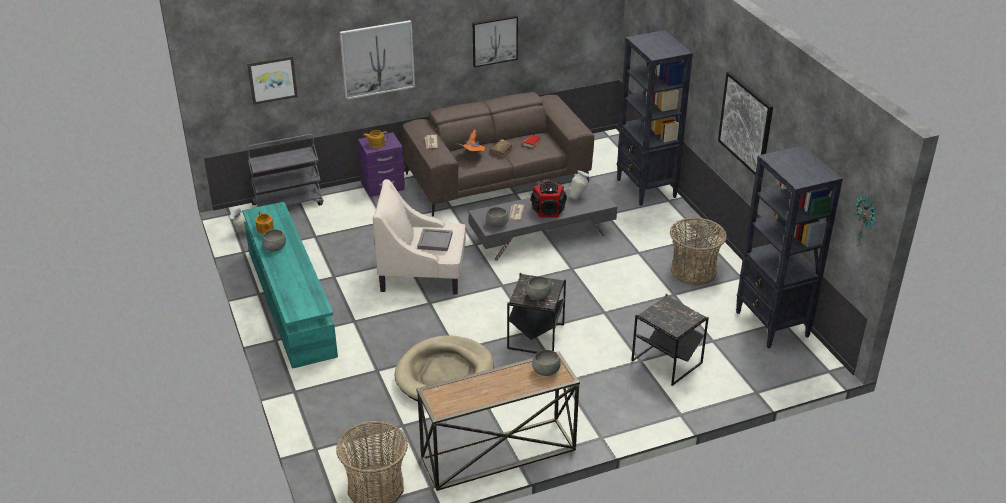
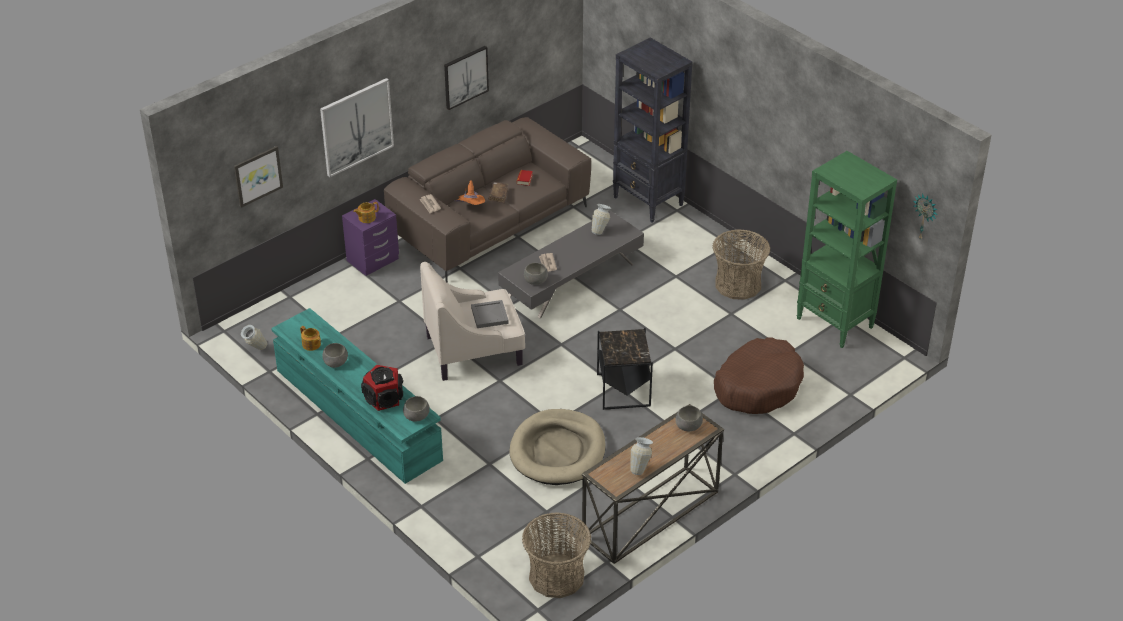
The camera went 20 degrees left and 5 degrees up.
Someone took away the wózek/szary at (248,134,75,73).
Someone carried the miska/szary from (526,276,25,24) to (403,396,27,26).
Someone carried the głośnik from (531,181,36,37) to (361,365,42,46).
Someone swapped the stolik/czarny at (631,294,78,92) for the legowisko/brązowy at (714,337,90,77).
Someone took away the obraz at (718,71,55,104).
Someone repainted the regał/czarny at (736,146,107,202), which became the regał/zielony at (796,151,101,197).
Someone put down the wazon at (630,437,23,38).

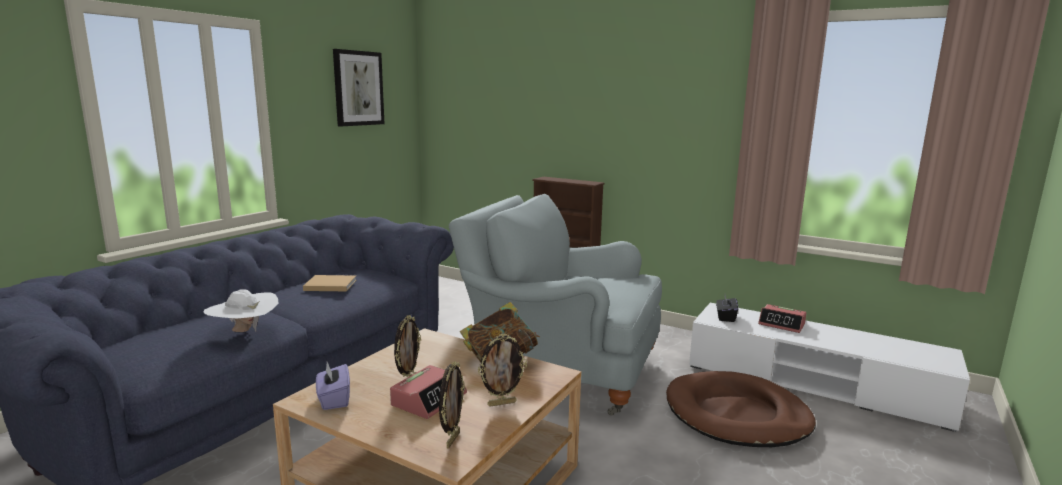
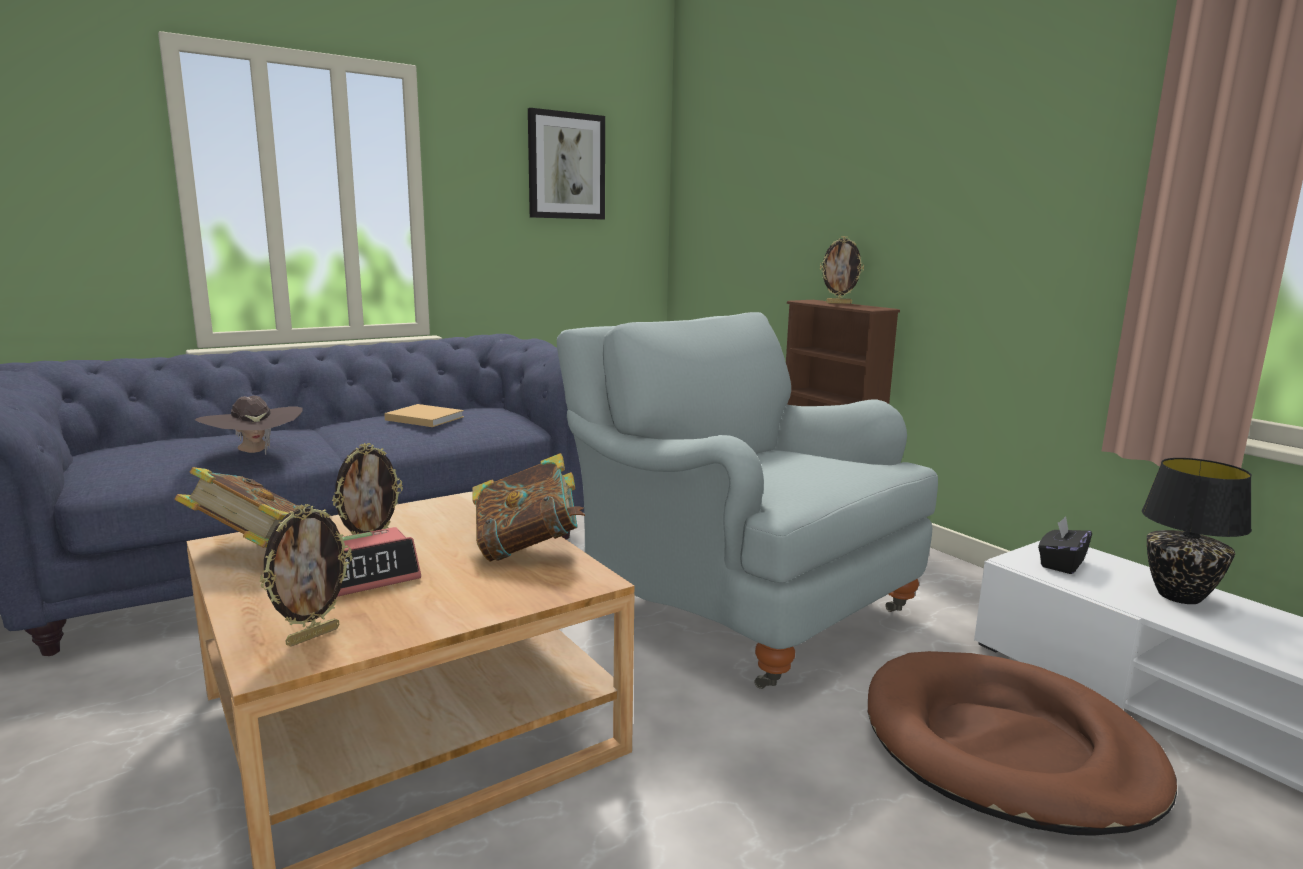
The camera went 25 degrees right and 0 degrees up.
Someone repainted the kapelusz/biały at (203,289,76,43), which became the kapelusz/brązowy at (195,396,108,59).
Someone swapped the pudełko chusteczek/fioletowy at (316,362,34,48) for the książka at (175,467,130,81).
Someone carried the ramka na zdjęcie from (478,334,49,73) to (820,236,44,68).
Someone swapped the budzik at (758,304,49,29) for the lampa stołowa/czarny at (1142,458,110,146).

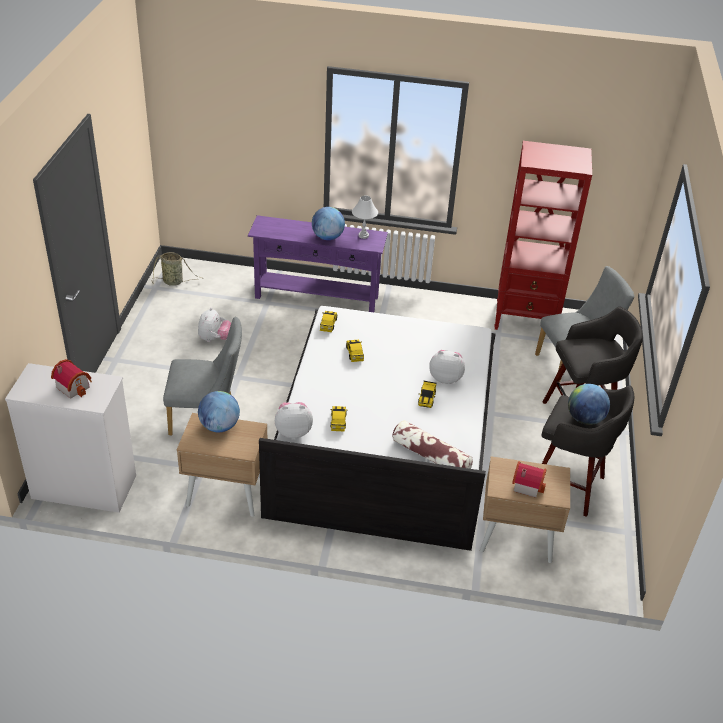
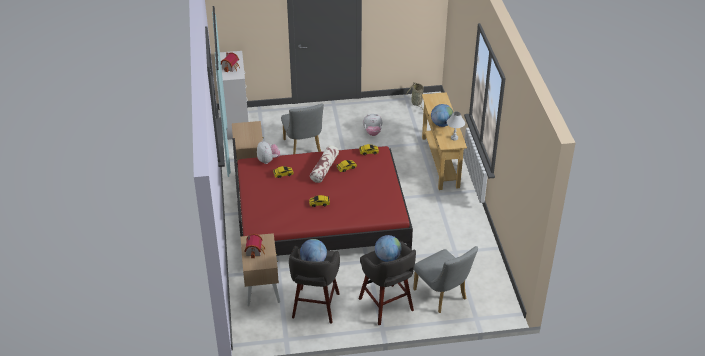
The camera went 75 degrees right and 0 degrees up.
Someone carried the globus from (198,391,42,41) to (375,235,27,27).
Someone repainted the stolik konsolowy/fioletowy at (248,215,140,97), which became the stolik konsolowy/beżowy at (422,92,45,98).
Someone repainted the łóżko/biały at (259,306,236,245), which became the łóżko/czerwony at (233,138,180,118).
Someone carried the poduszka from (392,420,81,49) to (310,145,29,38).
Someone took away the pluszak at (429,350,36,34).
Someone took away the regał/czerwony at (494,141,98,189).

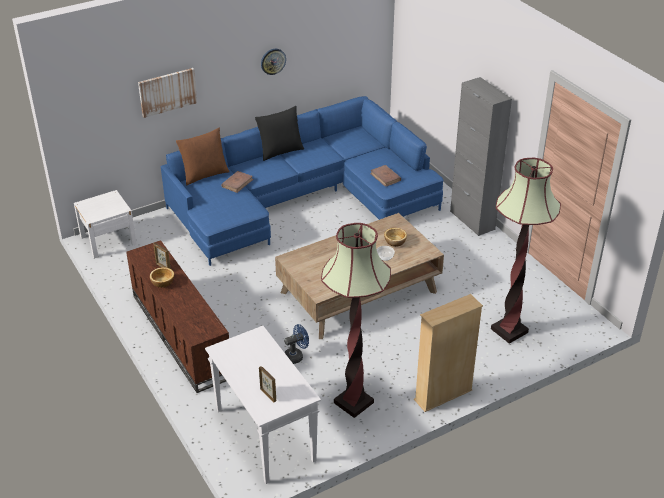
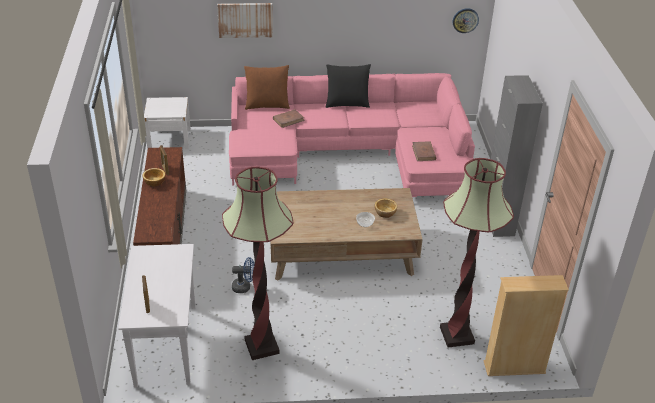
The camera went 25 degrees right and 0 degrees up.
Someone repainted the kanapa/niebieski at (161,96,282,170), which became the kanapa/różowy at (229,73,246,124).
Someone carried the zegar ścienny from (261,49,25,26) to (453,8,26,25).
Someone carried the regał/beżowy from (414,294,69,118) to (484,275,85,101).

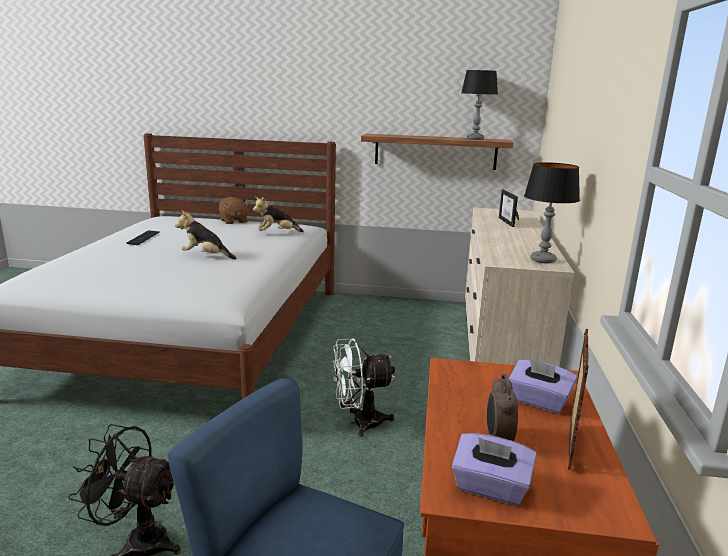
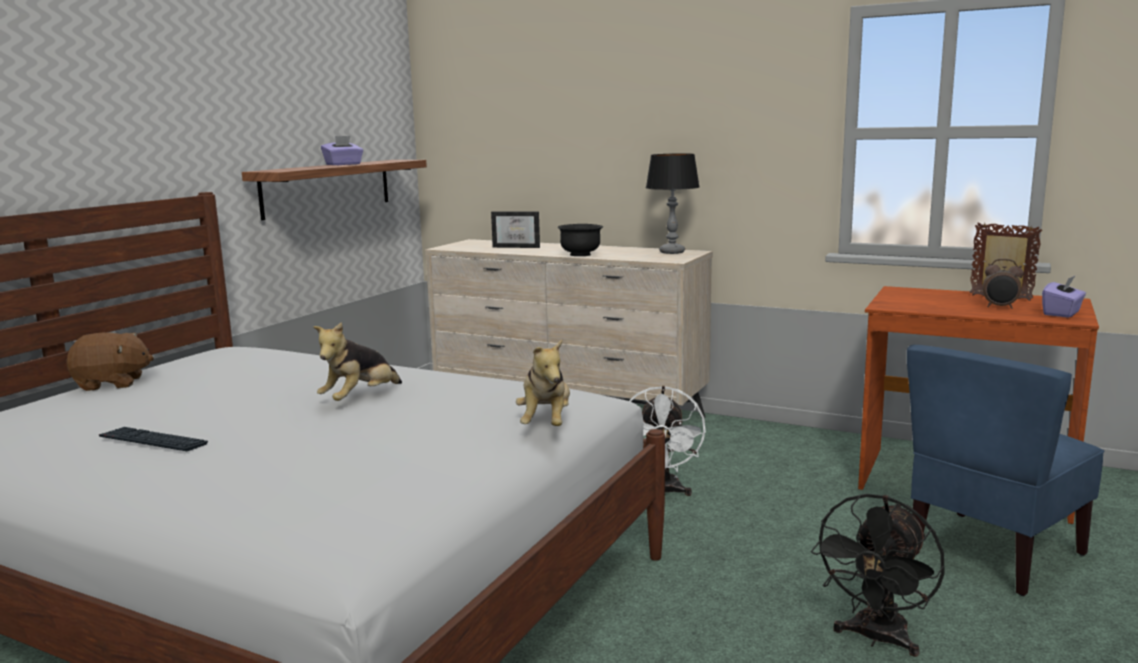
The camera went 70 degrees left and 5 degrees down.
Someone carried the pluszak from (253,197,51,35) to (516,340,54,86).
Someone took away the lampa stołowa at (461,70,37,70).
Someone carried the pudełko chusteczek/fioletowy from (509,359,68,54) to (321,136,42,29).
Someone put down the miska/czarny at (557,224,46,32).

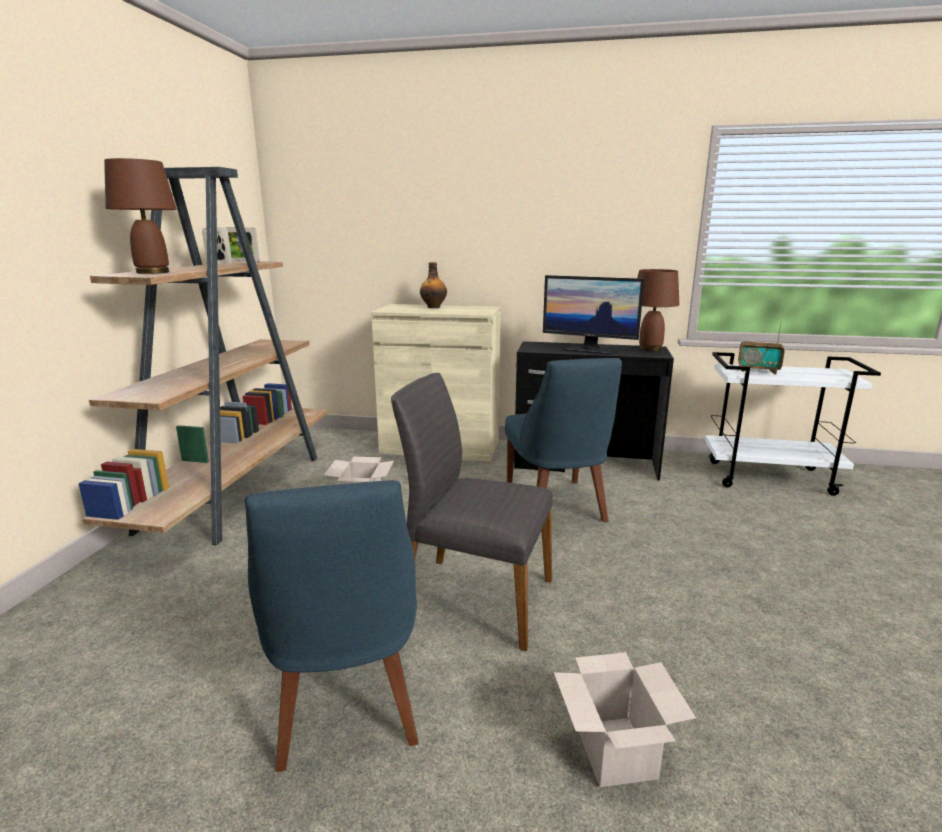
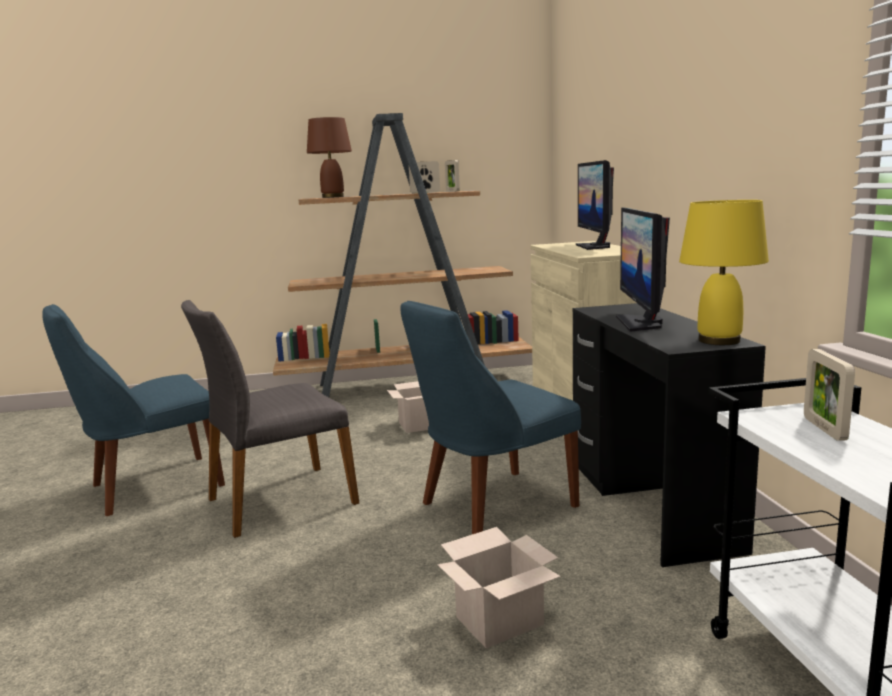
The camera went 70 degrees right and 5 degrees down.
Someone rotated the krzesło/szary at (391,373,162,278) by 120 degrees counterclockwise.
Someone swapped the butelka at (420,262,27,46) for the monitor at (576,160,38,90).
Someone carried the karton from (554,652,142,135) to (437,527,124,122).
Someone repainted the lampa stołowa/brązowy at (637,269,42,82), which became the lampa stołowa/żółty at (679,200,90,145).
Someone swapped the radio at (738,322,47,53) for the ramka na zdjęcie at (804,349,51,92).

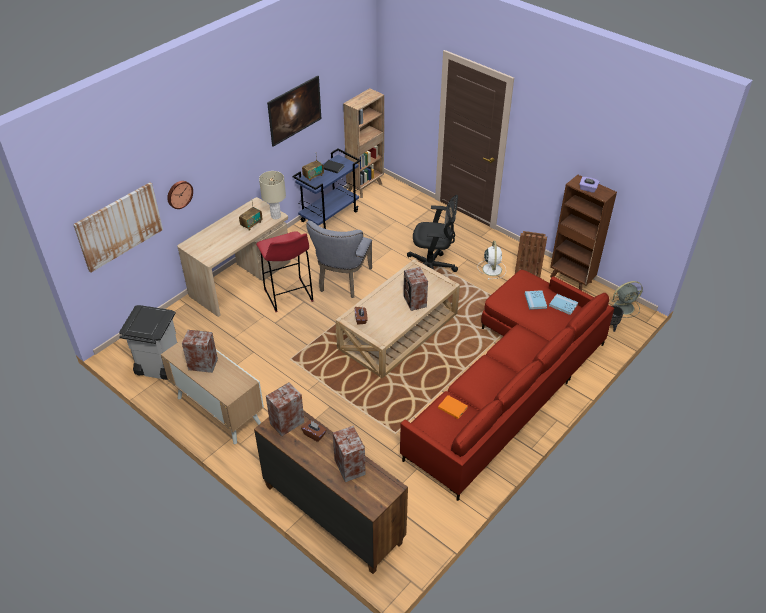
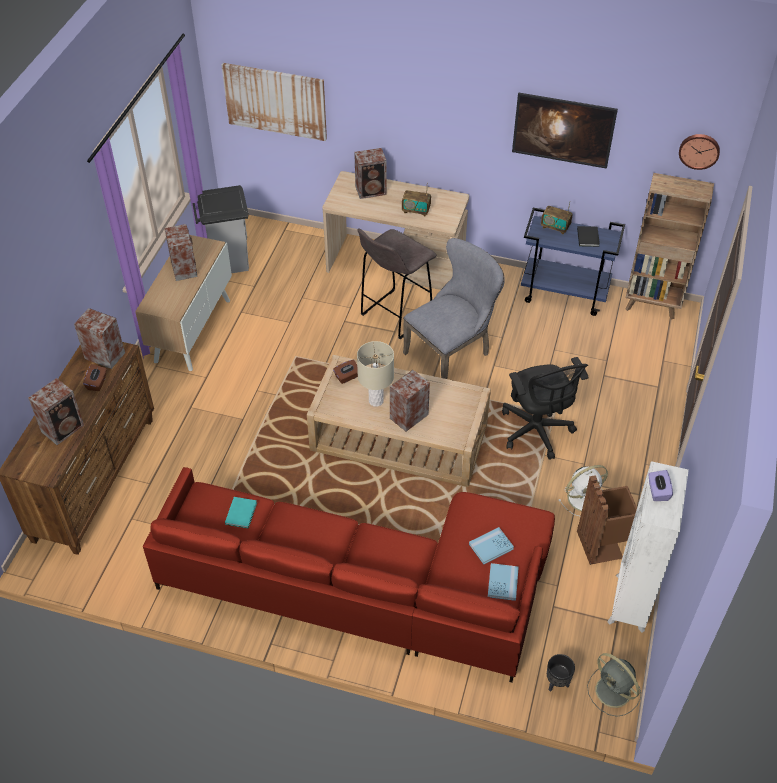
The camera went 65 degrees right and 5 degrees up.
Someone carried the zegar ścienny from (167,181,26,28) to (679,134,41,36).
Someone repainted the stołek/czerwony at (256,231,57,81), which became the stołek/szary at (357,229,80,110).
Someone carried the lampa stołowa/beżowy from (259,171,27,48) to (357,341,37,66).
Someone rotated the krzesło/szary at (306,221,66,77) by 150 degrees clockwise.
Someone repainted the książka/pomarańczowy at (438,395,30,24), which became the książka/turkusowy at (225,497,32,32).
Someone repainted the regał/brązowy at (550,175,67,116), which became the regał/biały at (607,461,82,172).
Someone put down the głośnik at (354,148,33,51).

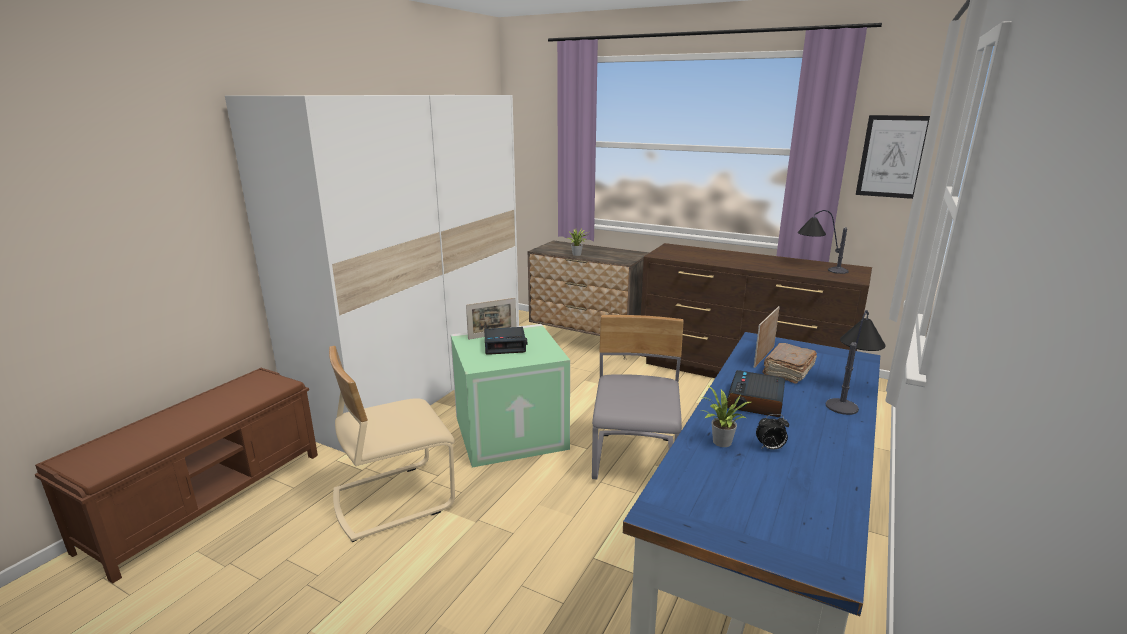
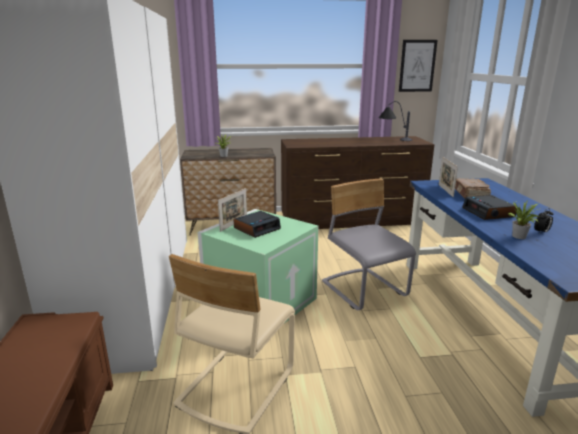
The camera went 35 degrees left and 0 degrees up.
Someone took away the lampa stołowa at (826,310,59,105).

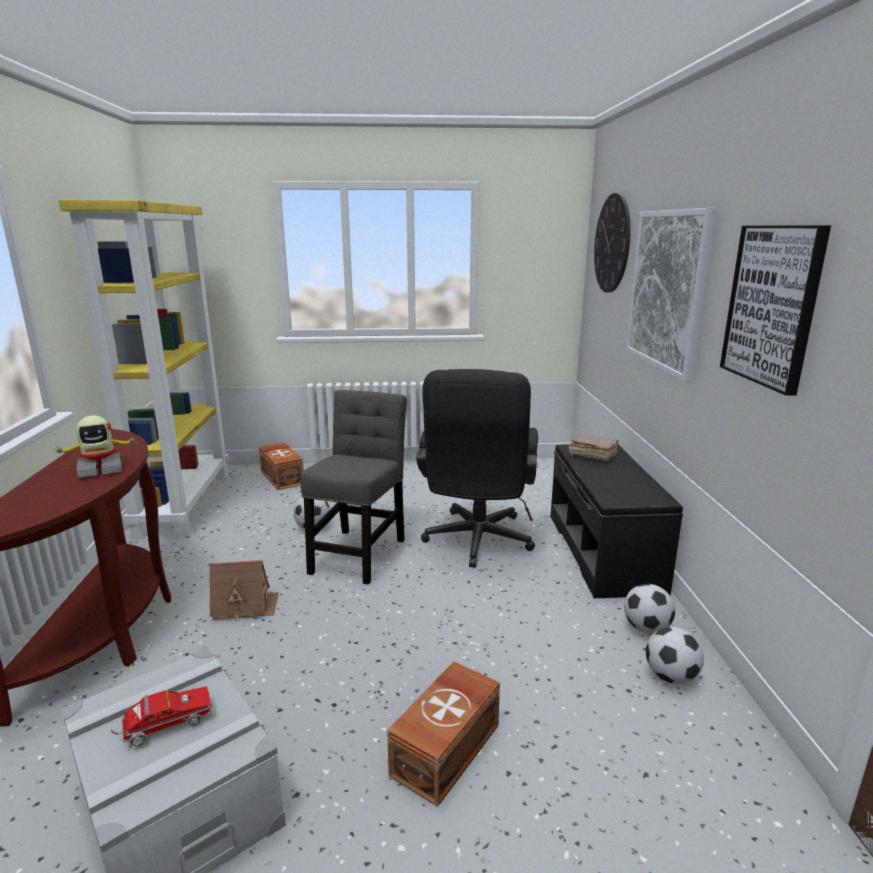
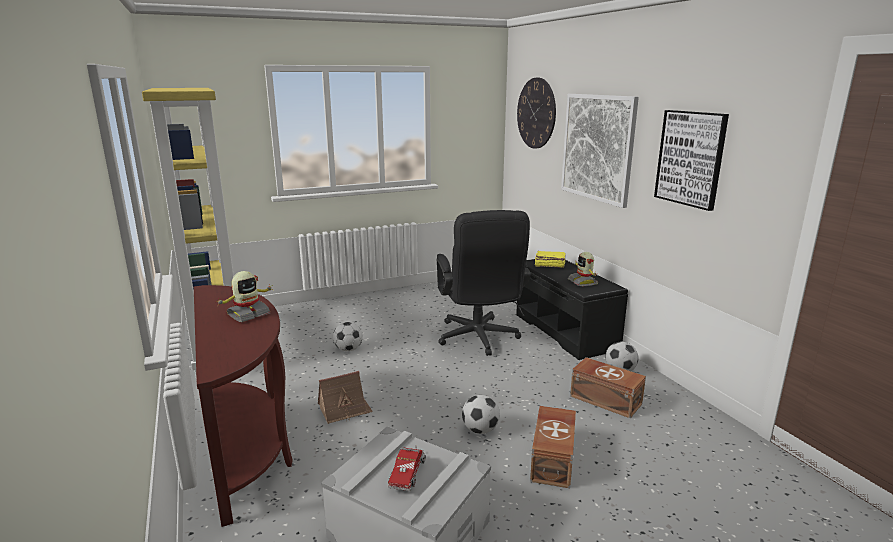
The camera went 20 degrees left and 0 degrees up.
Someone rotated the ciężarówka zabawkowa at (111,686,101,61) by 150 degrees clockwise.
Someone carried the pojemnik do przechowywania/brązowy from (258,442,46,48) to (570,357,76,61).
Someone took away the krzesło/szary at (301,390,106,195).
Someone repainted the książka/brązowy at (569,433,50,28), which became the książka/żółty at (534,251,32,17).
Someone carried the piłka futbolowa from (646,627,58,57) to (462,395,38,39).
Someone put down the robot zabawkowy at (568,252,30,35).

